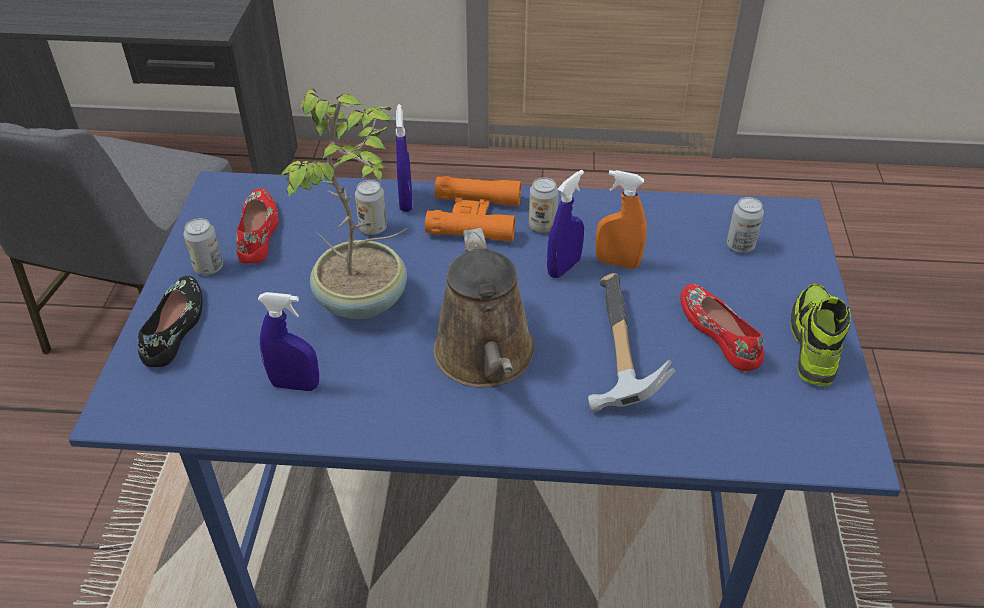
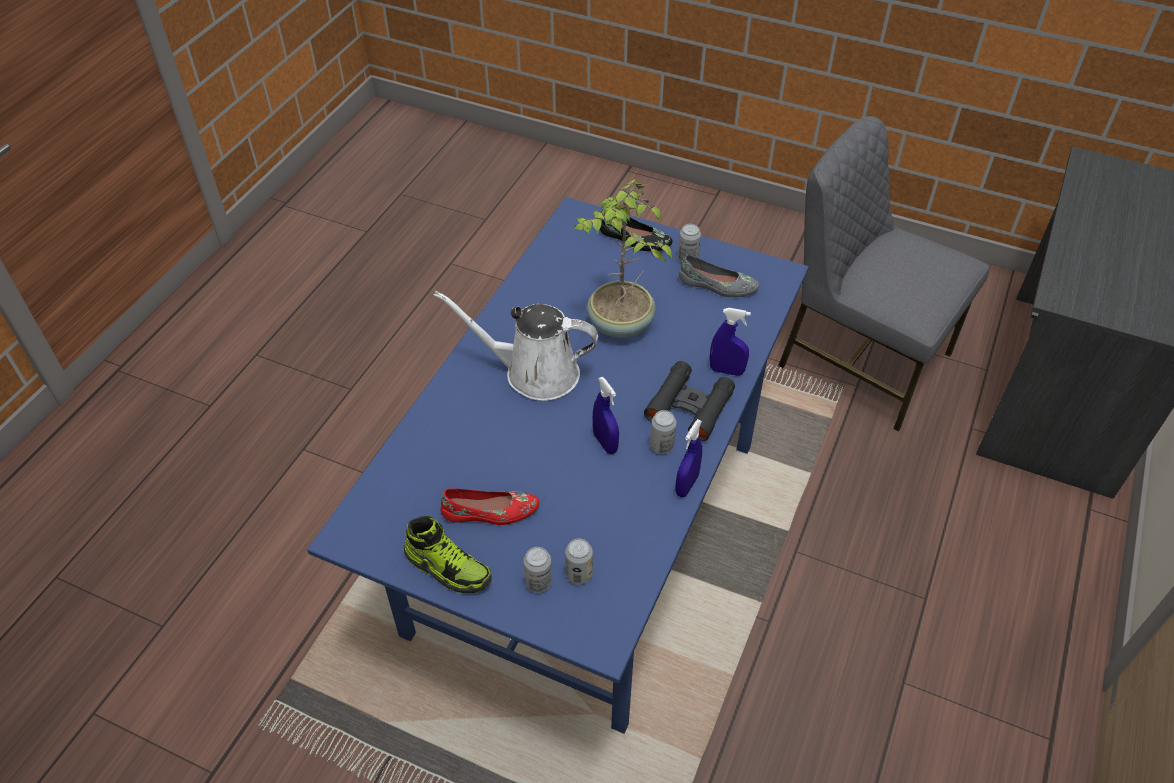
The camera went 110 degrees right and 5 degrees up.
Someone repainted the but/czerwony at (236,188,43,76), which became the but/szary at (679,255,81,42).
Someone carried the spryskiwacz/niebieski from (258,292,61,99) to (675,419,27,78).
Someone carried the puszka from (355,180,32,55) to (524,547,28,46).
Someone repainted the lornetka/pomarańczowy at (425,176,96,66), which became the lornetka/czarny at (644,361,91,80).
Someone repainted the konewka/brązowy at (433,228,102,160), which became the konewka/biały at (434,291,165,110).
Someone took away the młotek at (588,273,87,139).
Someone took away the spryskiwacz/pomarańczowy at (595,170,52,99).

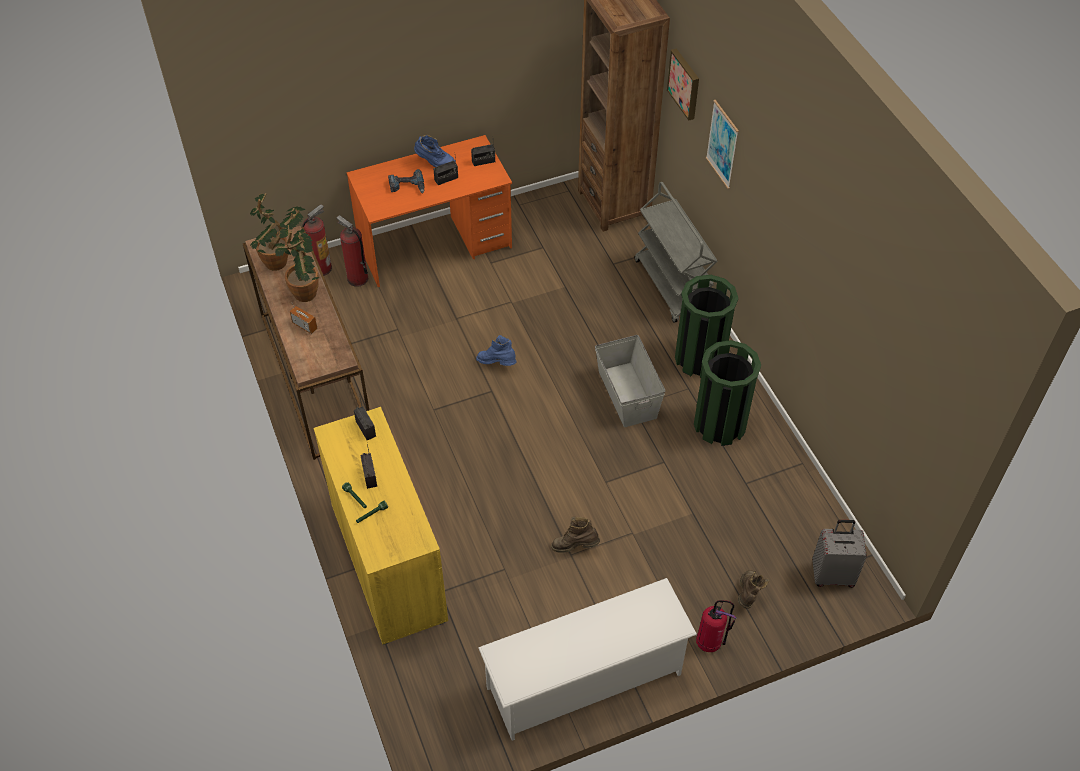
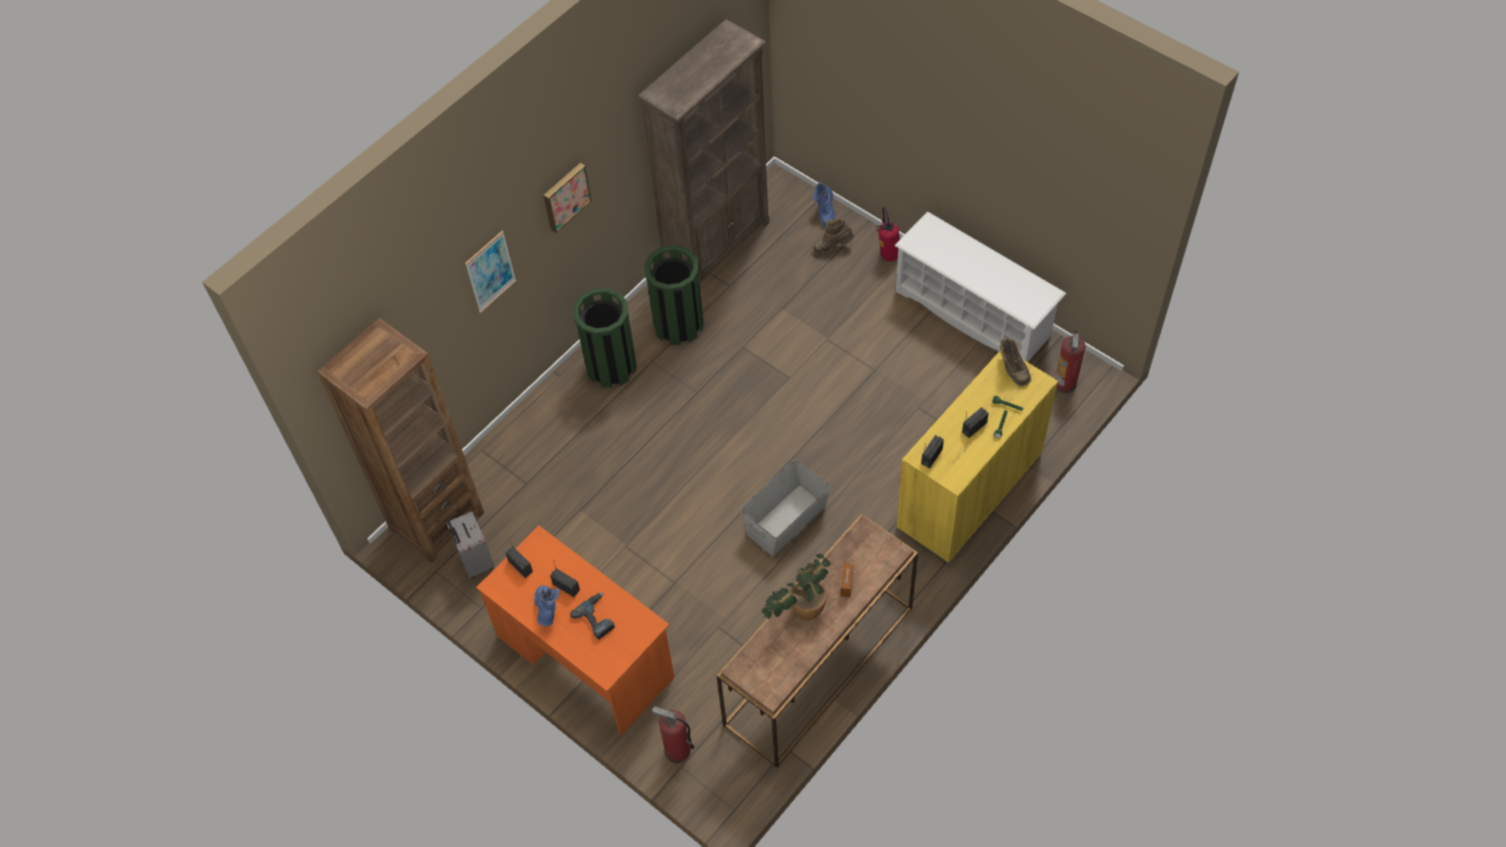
The camera went 115 degrees left and 5 degrees up.
Someone took away the roślina doniczkowa at (250,193,55,78).
Someone carried the gaśnica from (337,215,31,72) to (1055,330,31,63).
Someone carried the but z cholewką/niebieski from (476,335,41,31) to (812,182,24,46).
Someone carried the but z cholewką/brązowy from (551,517,49,36) to (1000,337,31,49).
Someone carried the pojemnik do przechowywania/szary from (595,335,70,92) to (741,459,89,97).
Someone took away the wózek/szary at (635,182,83,141).
Someone carried the obraz from (667,48,32,73) to (544,163,48,70).
Someone carried the walizka/szary from (812,520,55,68) to (446,511,49,67).
Someone put down the regał/brązowy at (638,19,131,270).

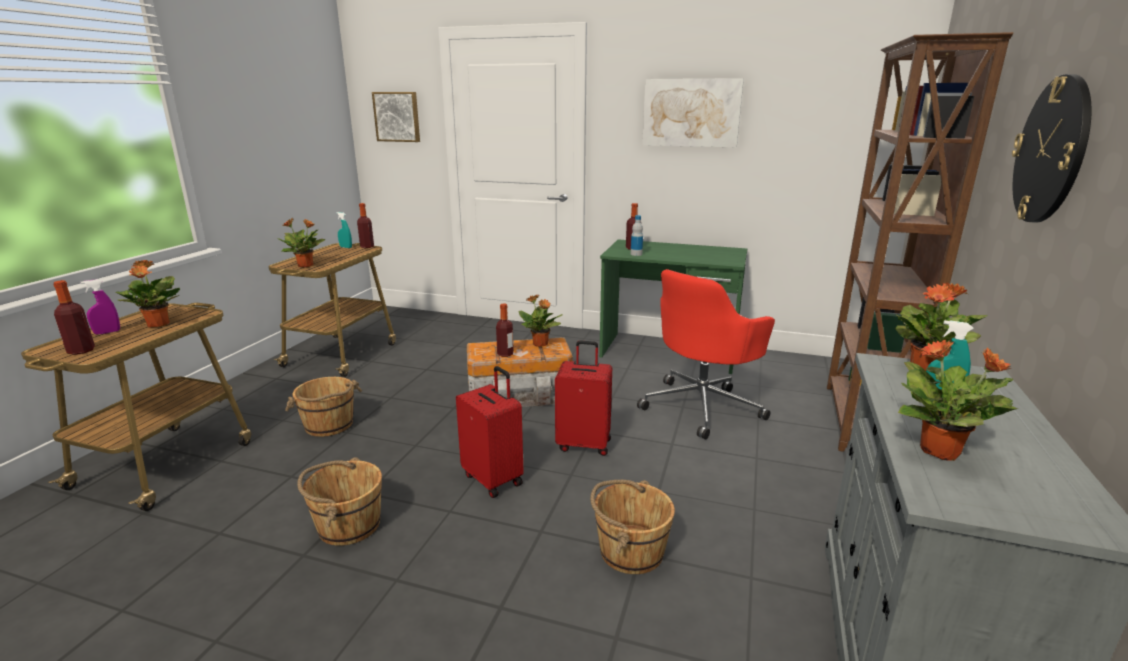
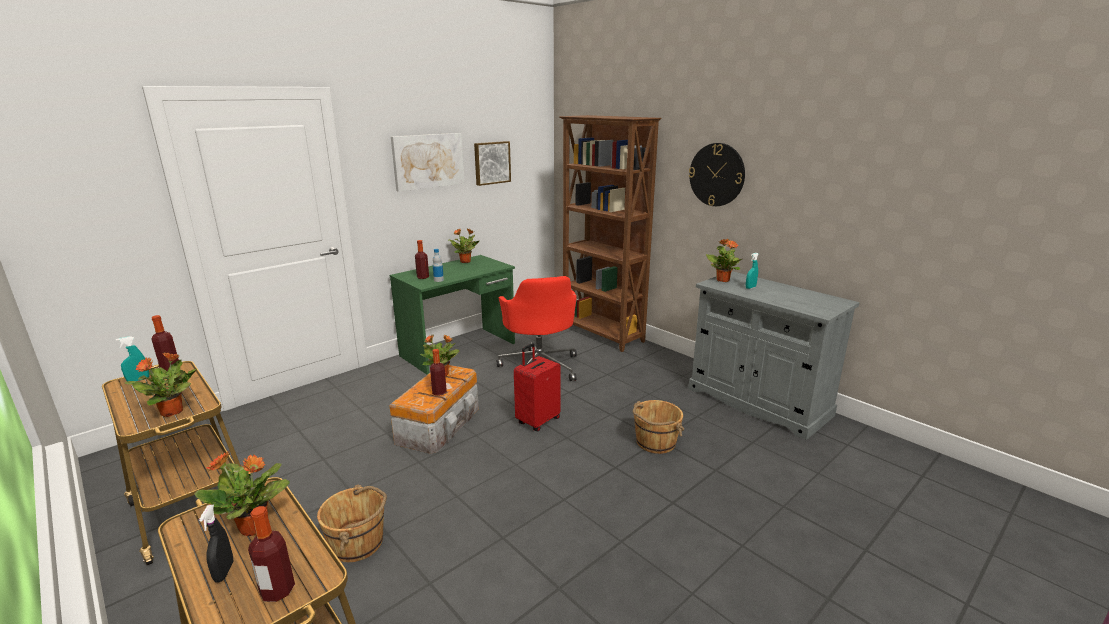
The camera went 60 degrees left and 0 degrees up.
Someone repainted the spryskiwacz/fioletowy at (81,279,39,56), which became the spryskiwacz/czarny at (199,505,34,78).
Someone took away the wiadro/brązowy at (297,457,85,89).
Someone carried the obraz from (372,92,48,50) to (474,141,37,45).
Someone took away the walizka/czerwony at (456,366,68,132).
Someone carried the roślina doniczkowa from (898,339,120,122) to (449,228,30,35).

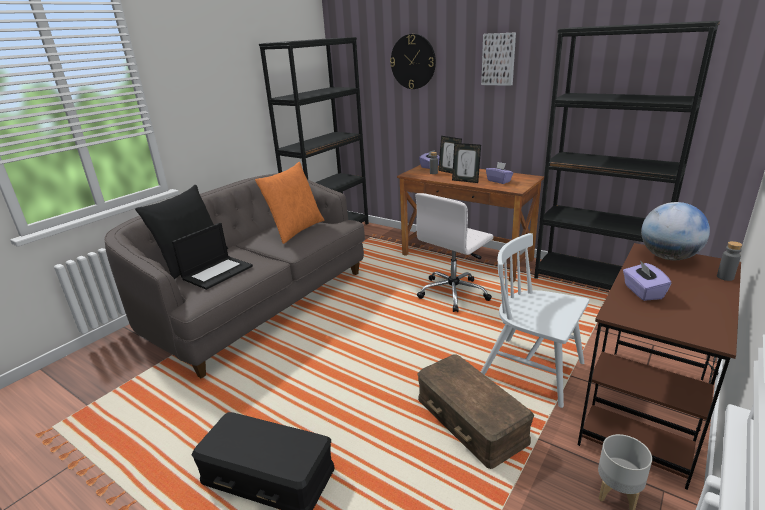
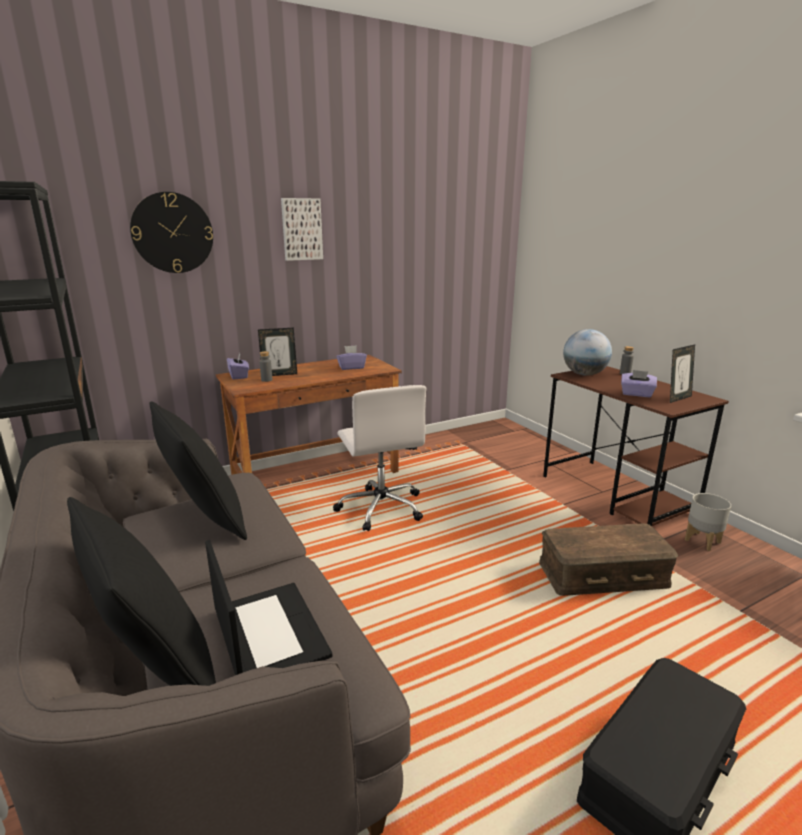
The camera went 65 degrees left and 5 degrees down.
Someone repainted the poduszka/pomarańczowy at (255,162,70,82), which became the poduszka/czarny at (150,401,97,139).
Someone carried the ramka na zdjęcie from (452,143,29,40) to (670,345,25,58).
Someone took away the krzesło/biały at (481,233,108,175).
Someone took away the regał/czarny at (534,21,186,269).

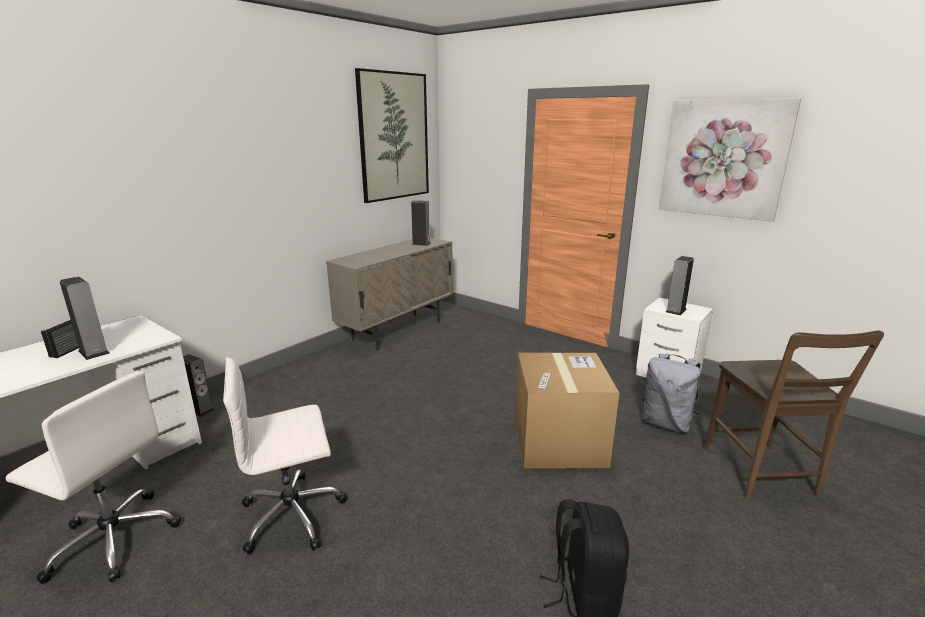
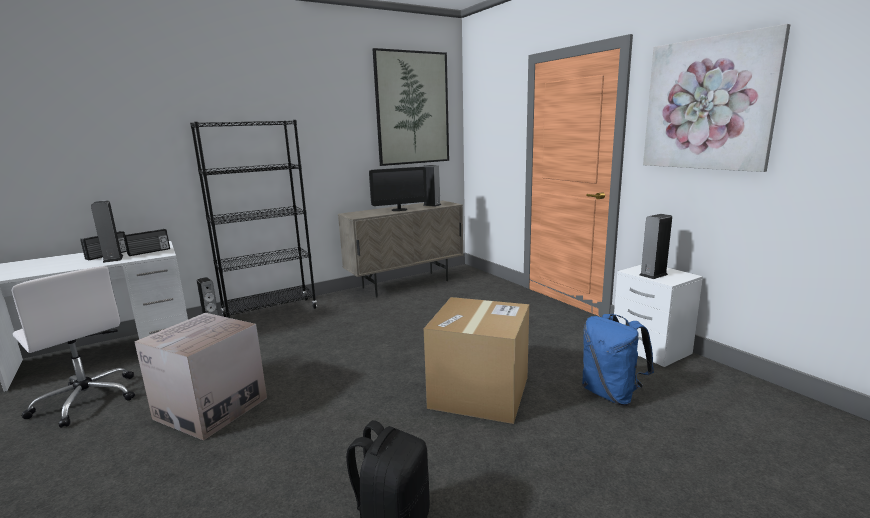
The camera went 20 degrees right and 5 degrees down.
Someone swapped the krzesło biurowe/biały at (223,357,124,197) for the karton at (134,313,133,128).
Someone repainted the plecak/szary at (642,353,59,80), which became the plecak/niebieski at (582,314,72,92).
Someone took away the krzesło/brązowy at (703,330,181,169).
Someone put down the radio at (123,229,47,27).
Someone put down the regał/czarny at (190,120,127,198).
Someone put down the monitor at (369,167,58,44).

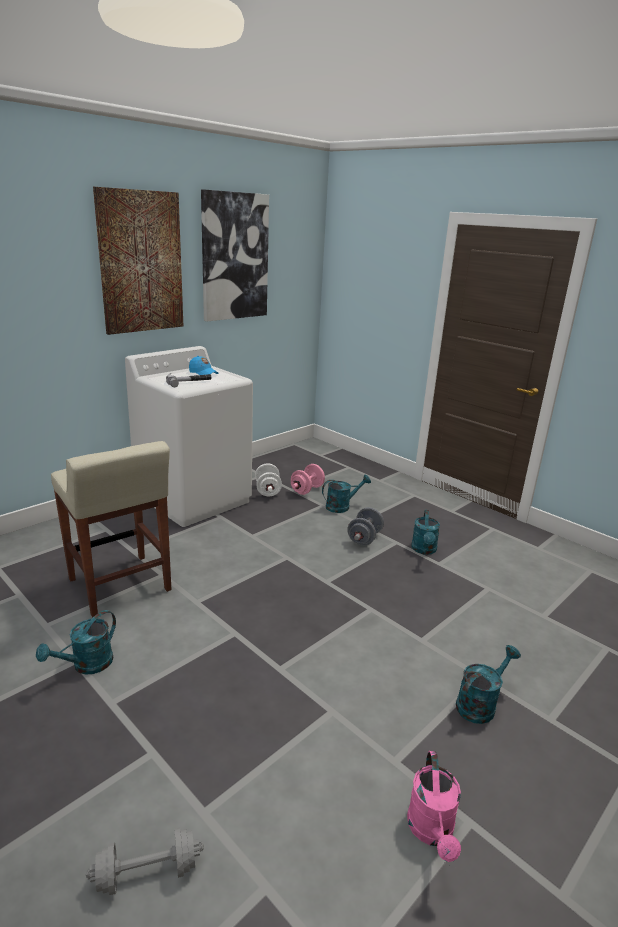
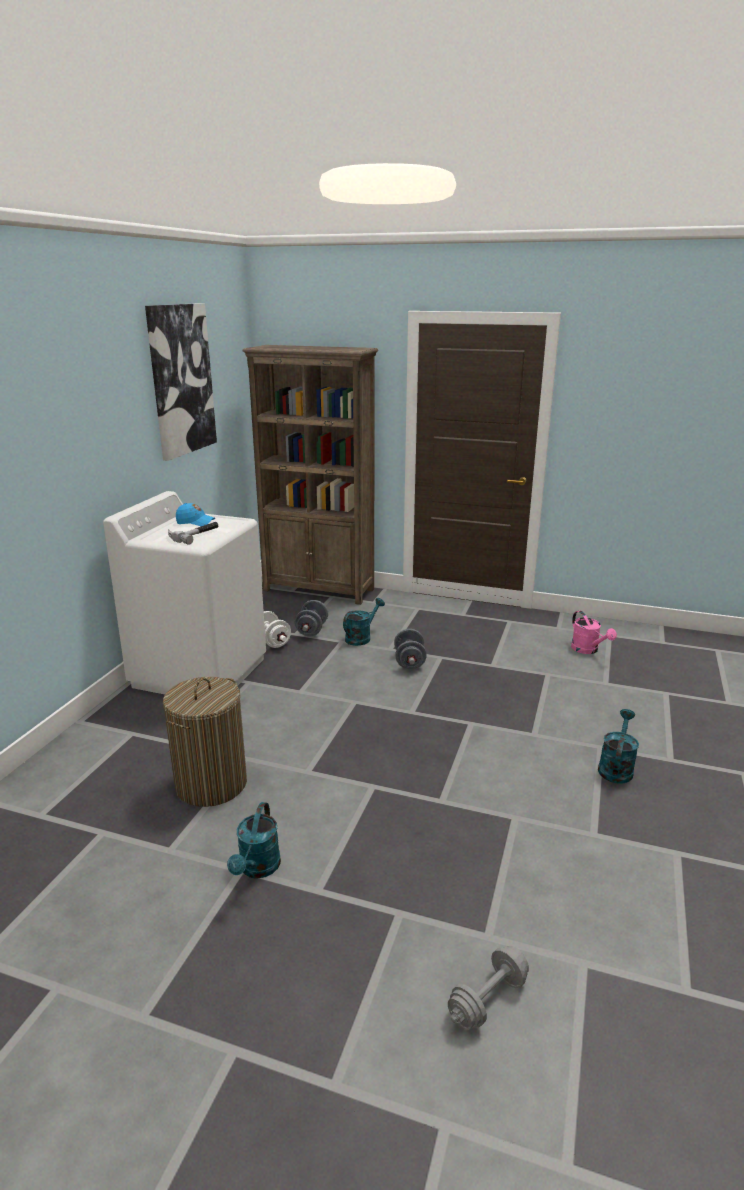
The camera went 25 degrees left and 0 degrees up.
Someone swapped the stołek/beżowy at (51,441,120,176) for the kosz na pranie at (163,677,84,130).
Someone took away the obraz at (93,187,90,148).
Someone repainted the hantel/różowy at (291,464,34,31), which became the hantel/szary at (294,600,34,37).
Someone carried the konewka/różowy from (407,751,54,111) to (571,611,46,43).
Someone took away the konewka/turkusowy at (411,510,29,45).
Someone put down the regał/brązowy at (242,345,136,260).

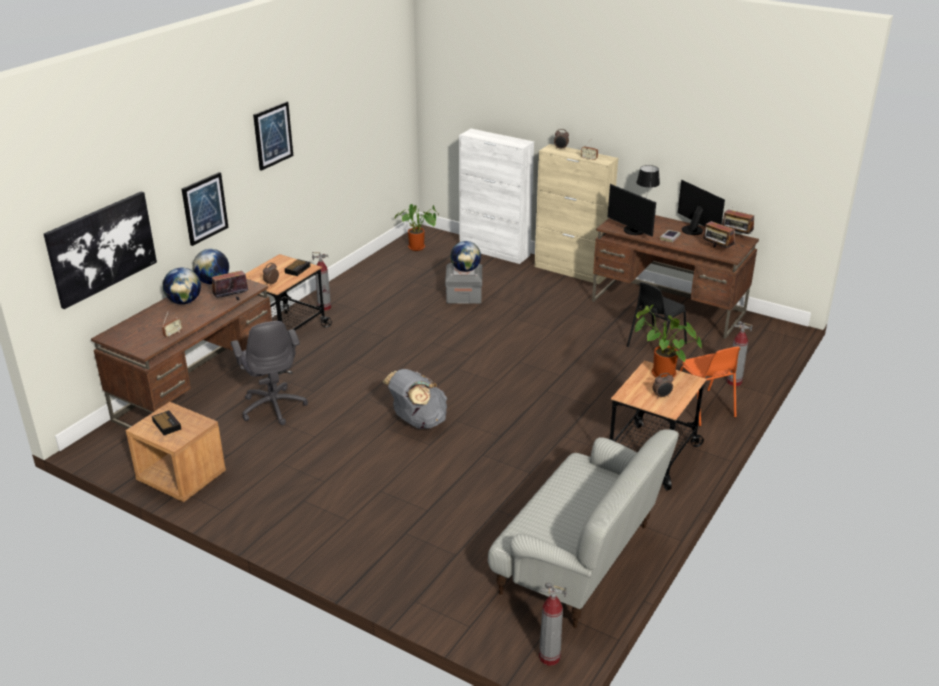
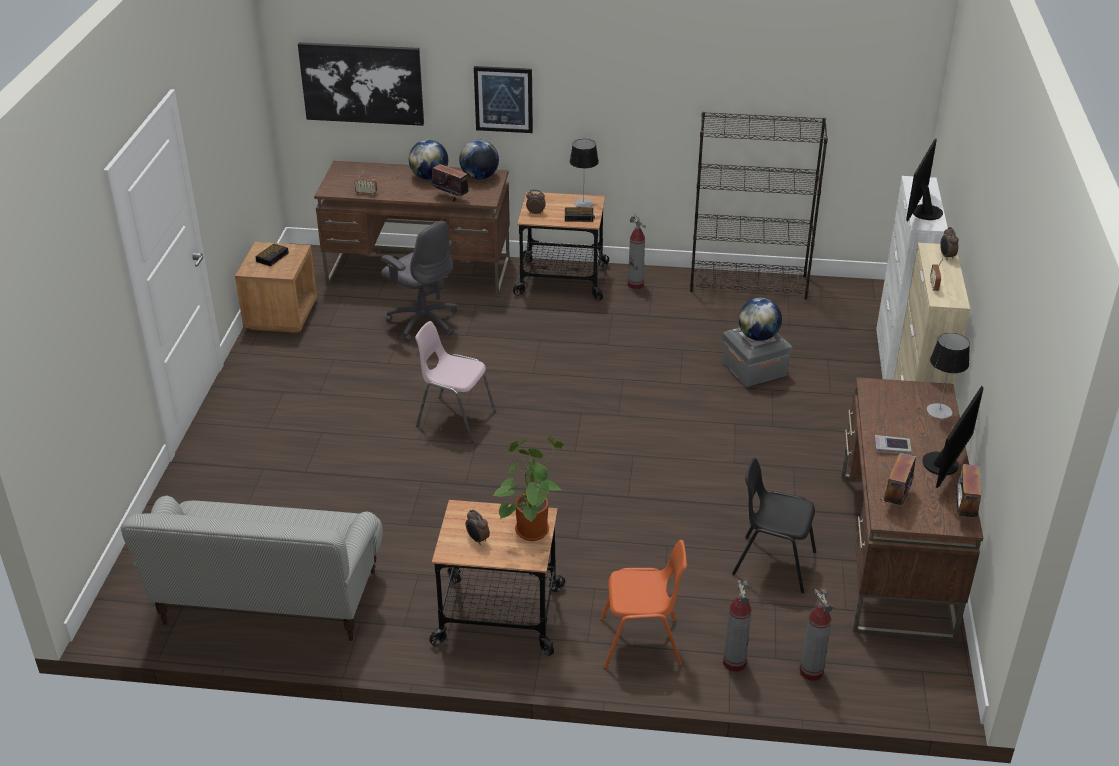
The camera went 65 degrees right and 5 degrees up.
Someone rotated the krzesło biurowe/szary at (231,321,77,104) by 90 degrees counterclockwise.
Someone took away the obraz at (253,101,40,70).
Someone swapped the plecak/szary at (383,369,65,60) for the krzesło/różowy at (415,321,81,121).
Someone took away the roślina doniczkowa at (395,204,44,47).
Someone carried the gaśnica from (539,583,27,83) to (800,589,33,92).
Someone carried the monitor from (608,184,48,53) to (906,139,37,83).
Someone rotated the krzesło/pomarańczowy at (680,346,60,80) by 135 degrees counterclockwise.
Someone put down the lampa stołowa at (570,139,29,69).
Someone put down the regał/czarny at (690,112,138,187).

